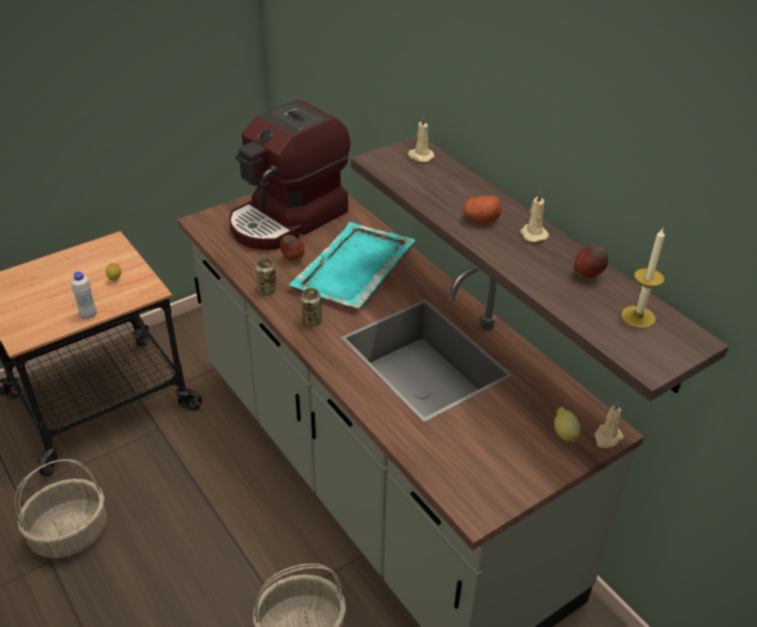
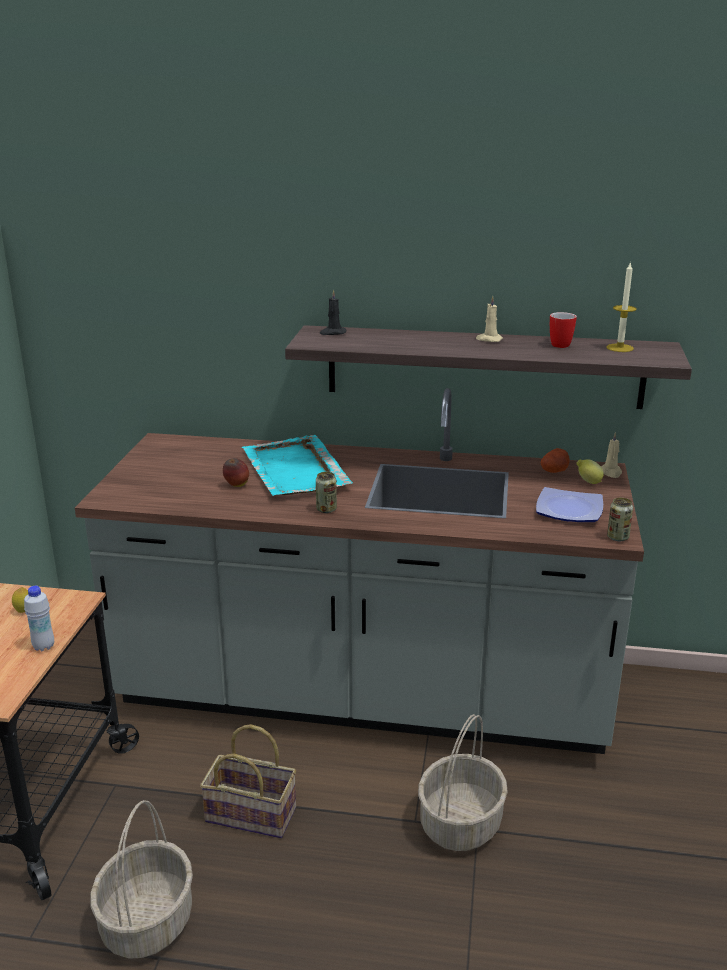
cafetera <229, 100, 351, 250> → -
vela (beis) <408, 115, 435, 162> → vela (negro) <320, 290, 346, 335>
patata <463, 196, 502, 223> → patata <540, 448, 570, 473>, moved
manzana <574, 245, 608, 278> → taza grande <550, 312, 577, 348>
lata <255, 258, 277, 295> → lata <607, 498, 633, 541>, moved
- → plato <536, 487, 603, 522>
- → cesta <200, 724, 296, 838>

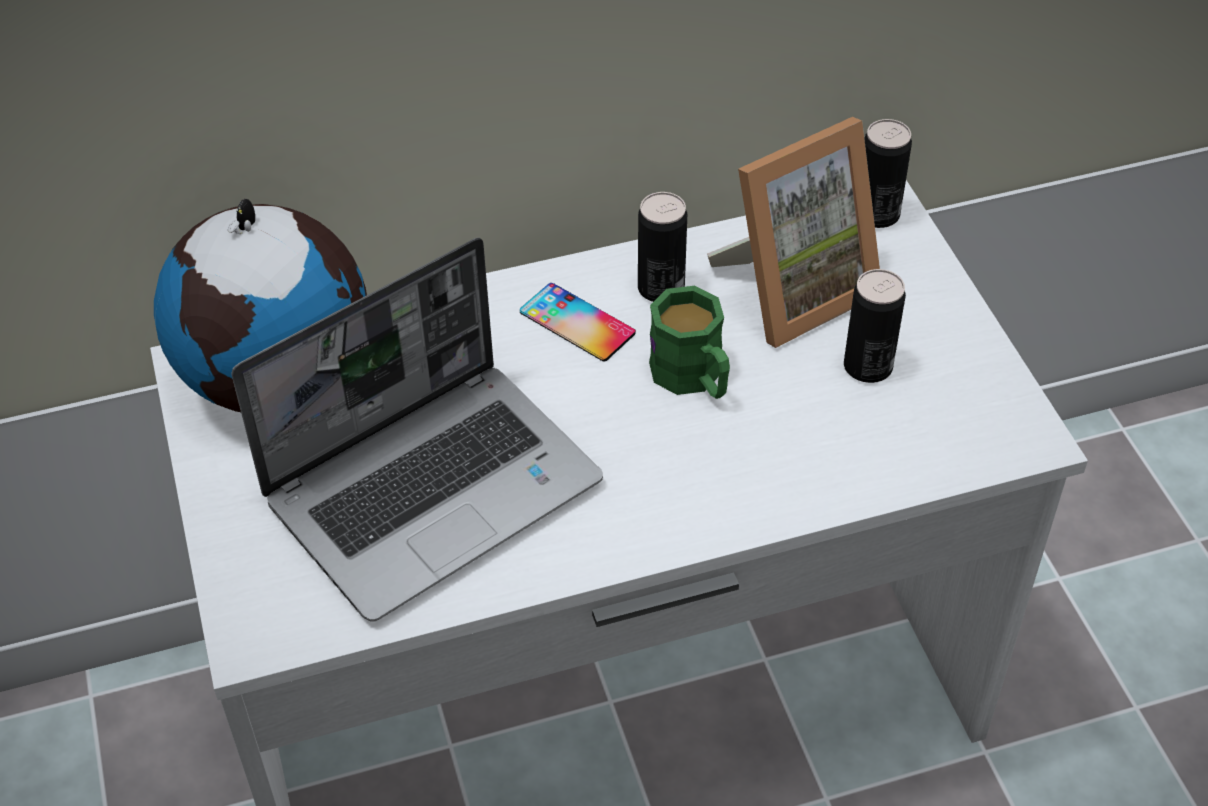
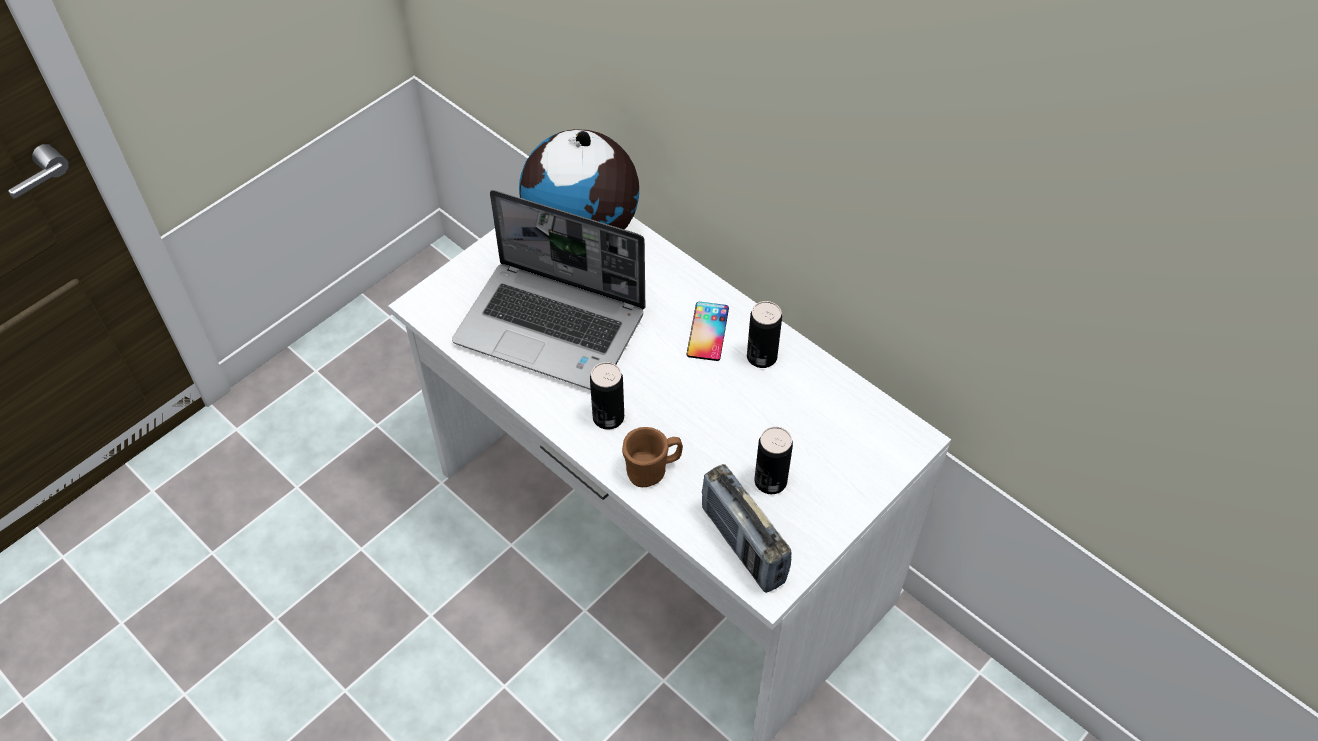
portarretratos <707, 117, 880, 348> → -
lata <864, 119, 912, 228> → lata <590, 362, 624, 430>, moved
taza grande (verde) <649, 286, 730, 399> → -
- → taza grande (marrón) <622, 427, 683, 487>
- → radio <702, 464, 791, 593>

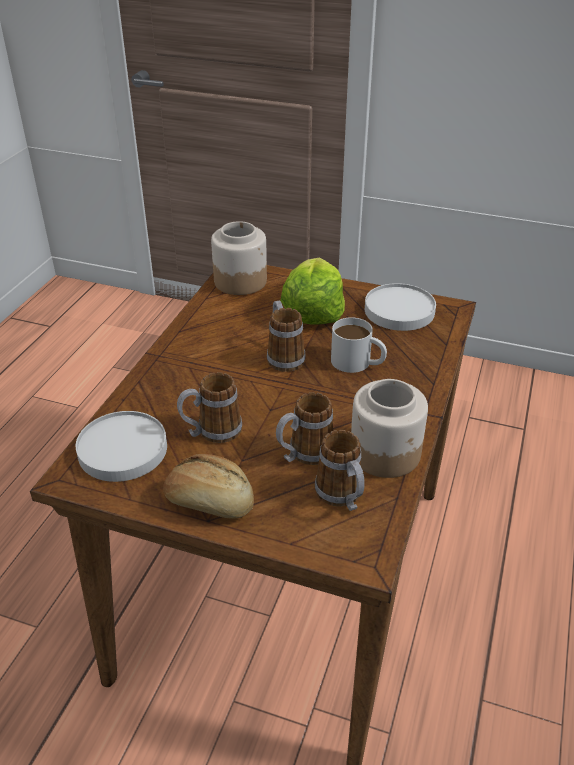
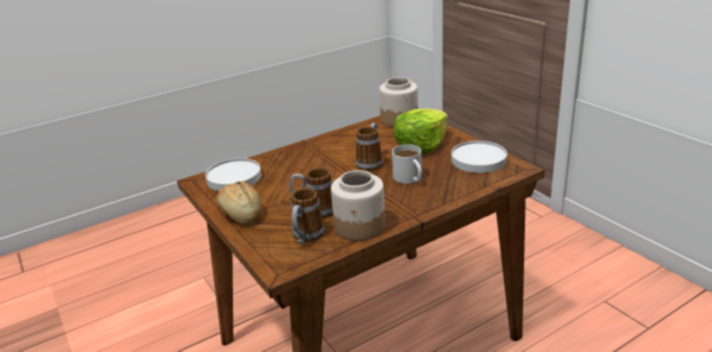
taza grande <177, 372, 242, 443> → -

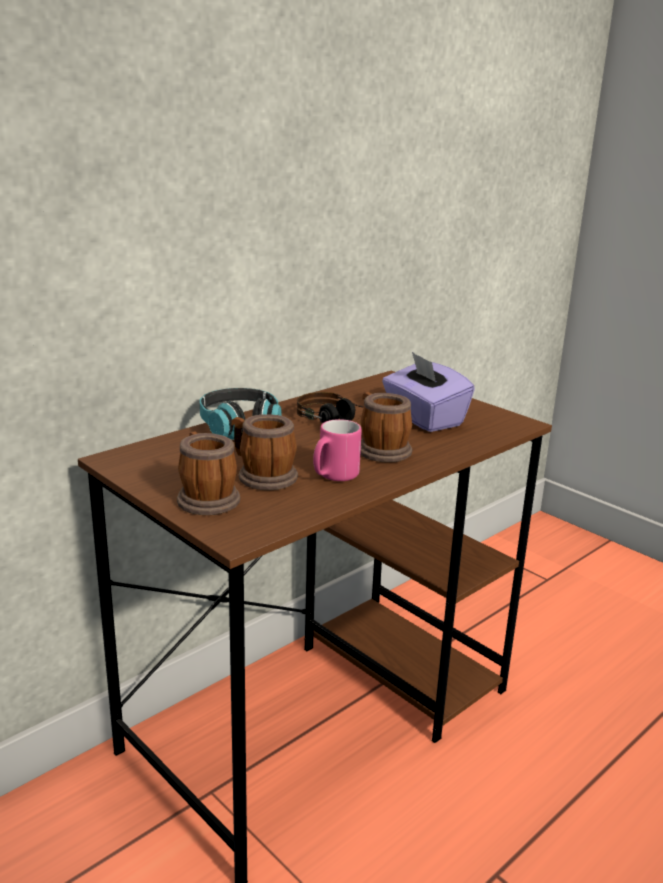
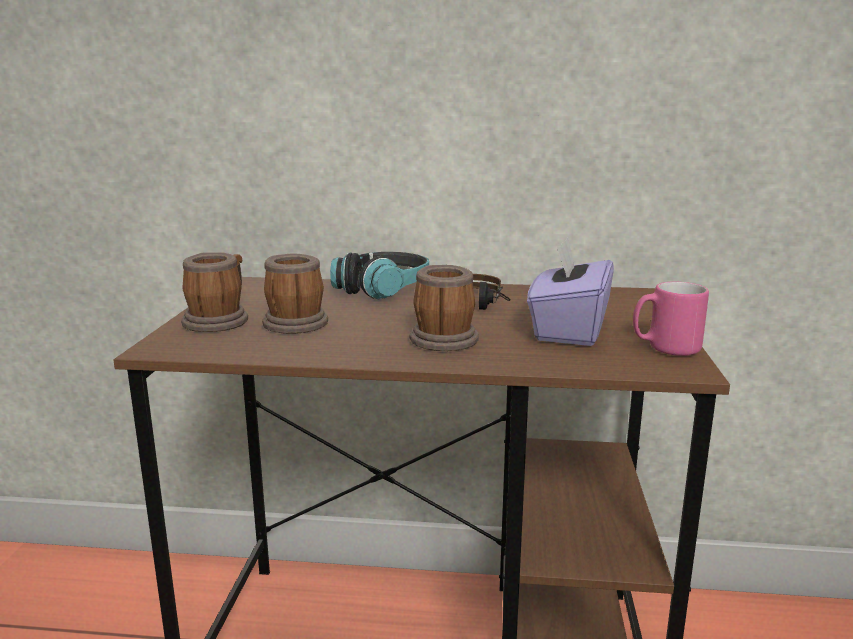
taza grande (rosa) <313, 419, 362, 481> → taza grande (rosa) <633, 282, 709, 356>, moved

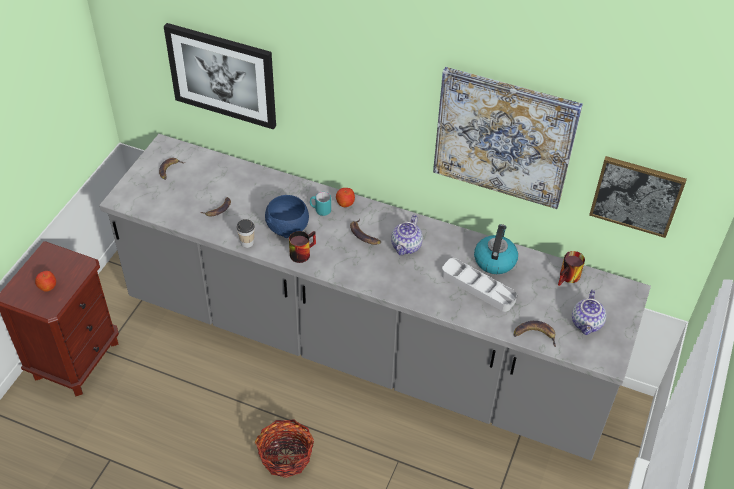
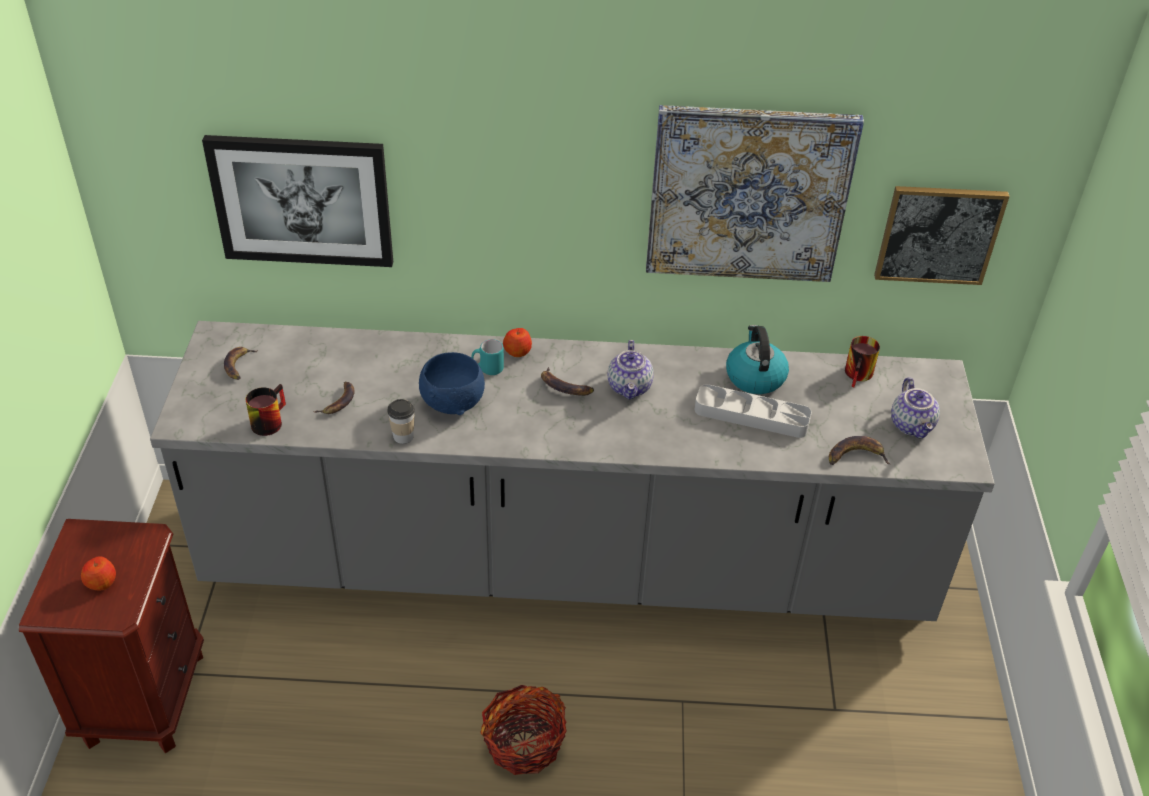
taza grande <289, 231, 316, 263> → taza grande <246, 384, 286, 436>, moved

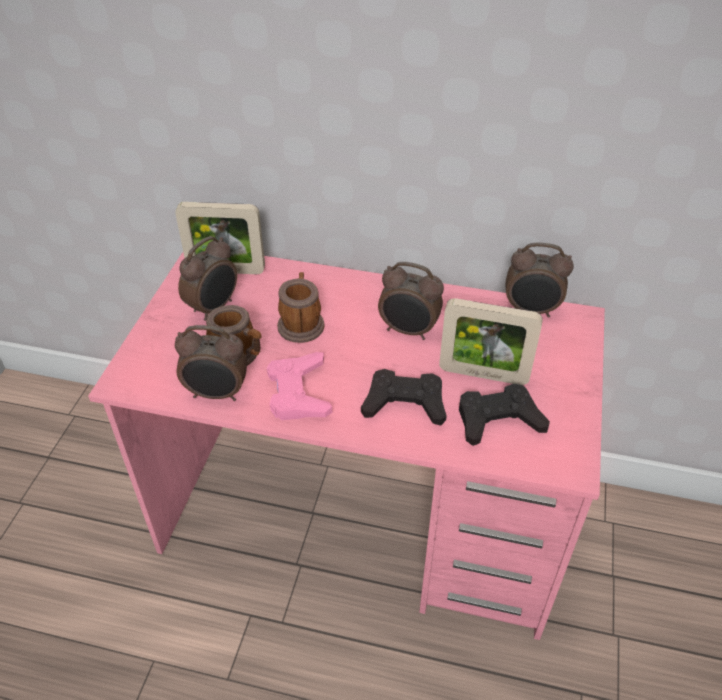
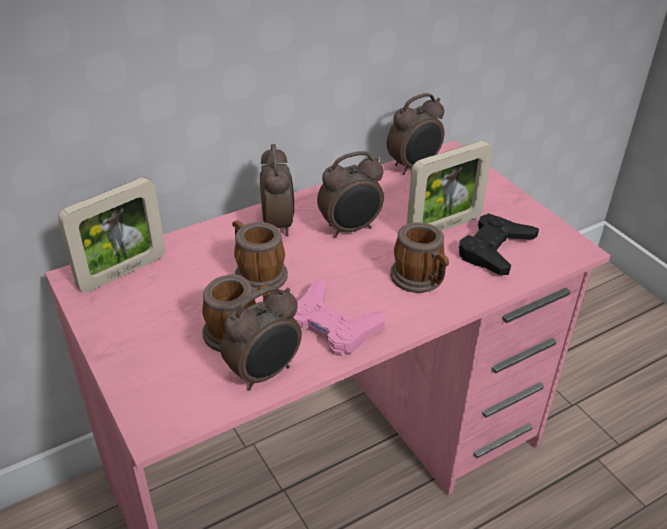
despertador <178, 236, 237, 321> → despertador <260, 144, 294, 236>, moved
mando de consola (negro) <361, 369, 447, 426> → taza grande <390, 222, 449, 293>

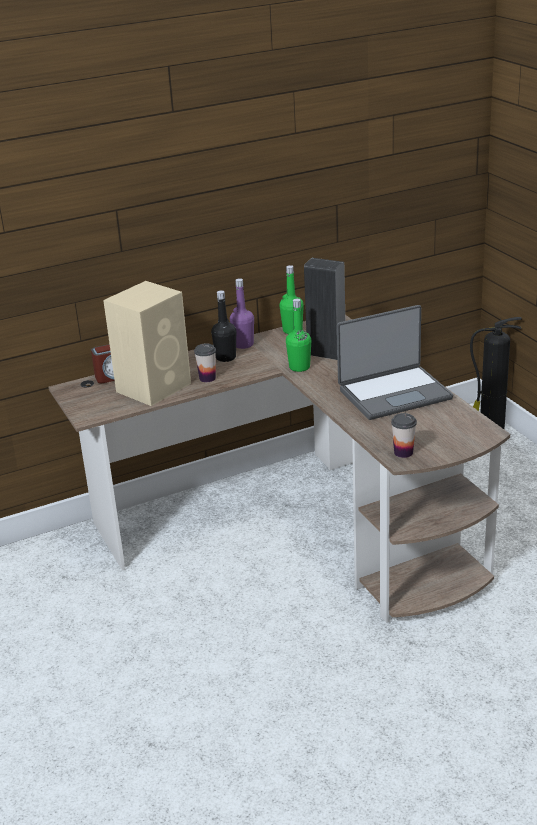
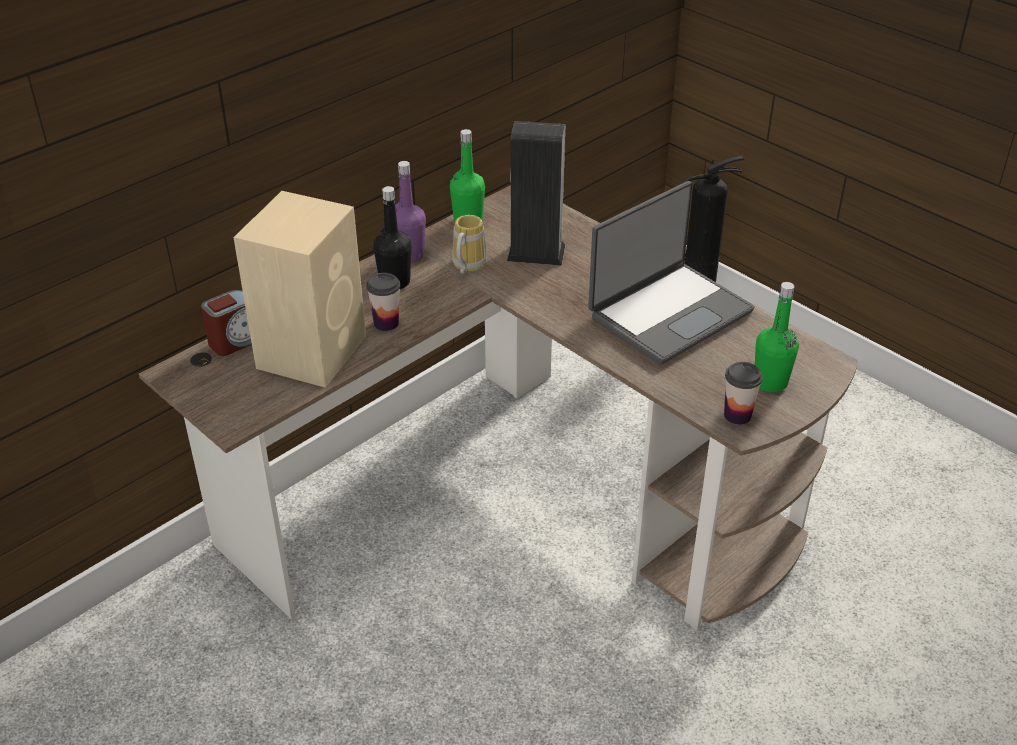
botella (verde) <286, 299, 311, 372> → botella (verde) <755, 282, 799, 392>, moved
- → taza grande <452, 215, 487, 274>

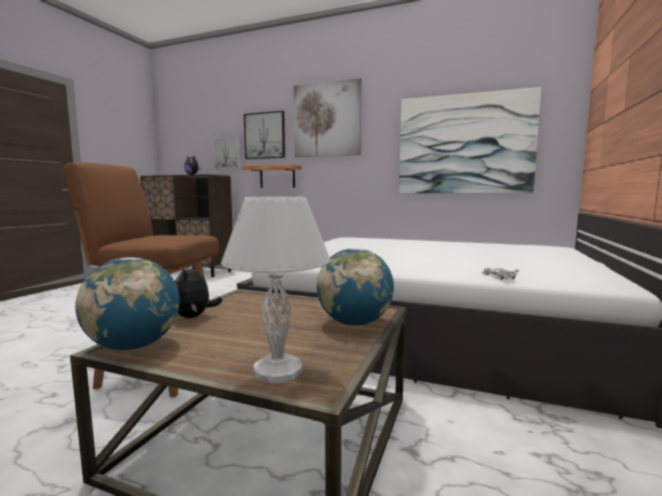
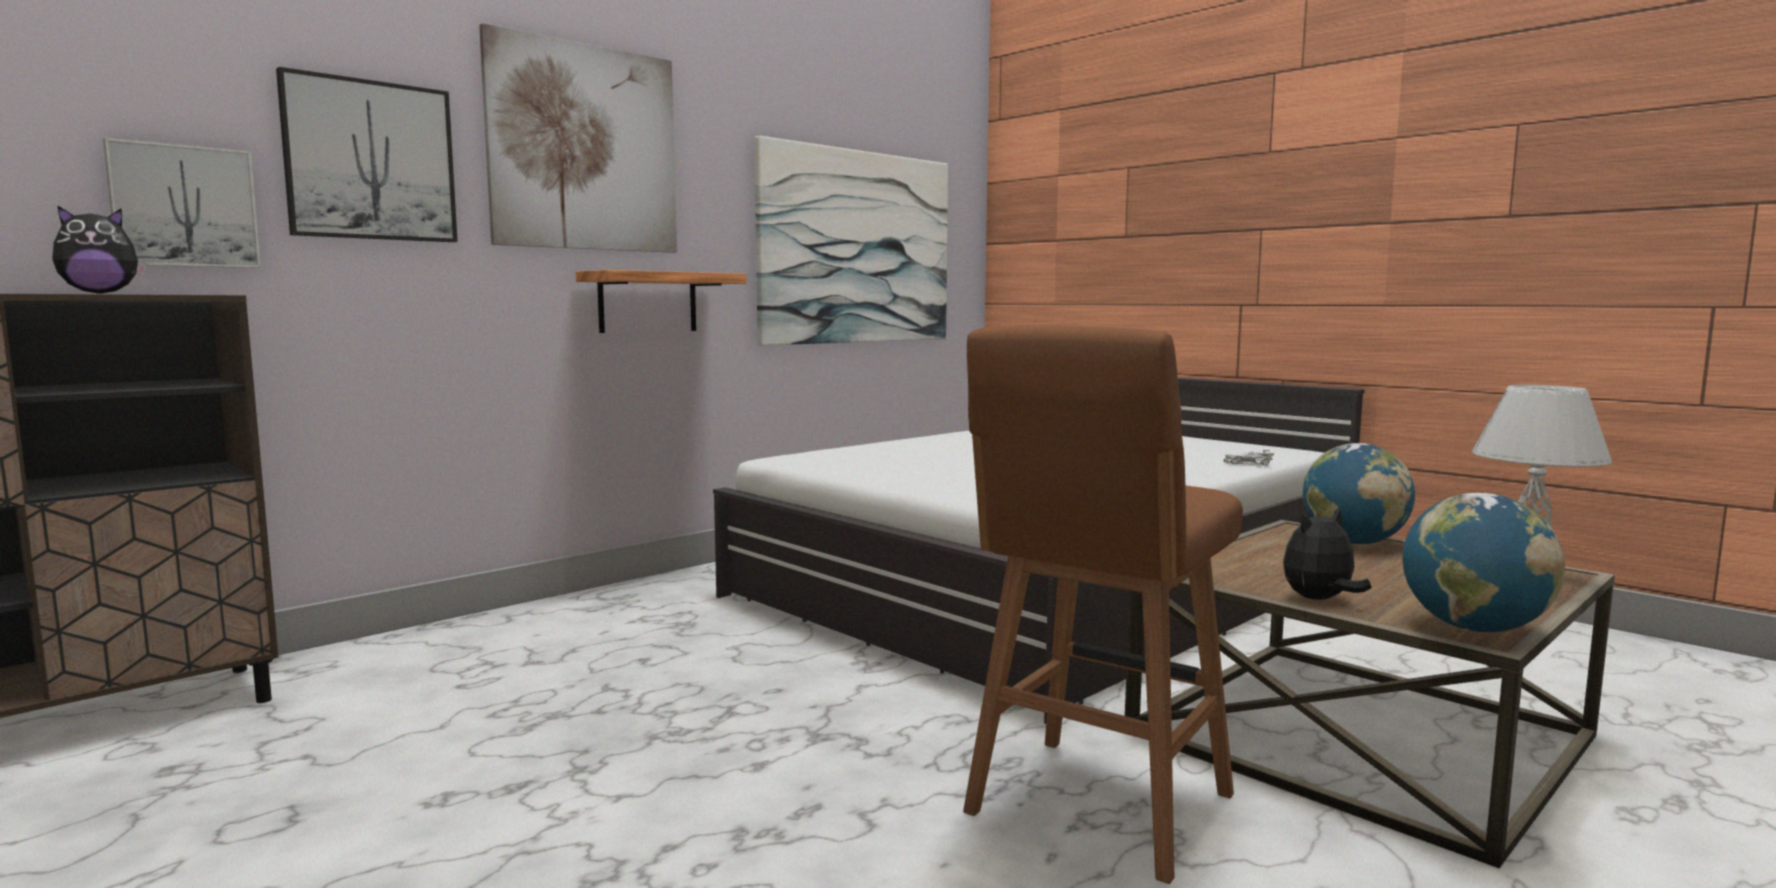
estante <241, 164, 302, 188> → estante <576, 270, 747, 333>, moved
peluche <175, 262, 222, 318> → peluche <1283, 508, 1372, 600>, 135 degrees clockwise

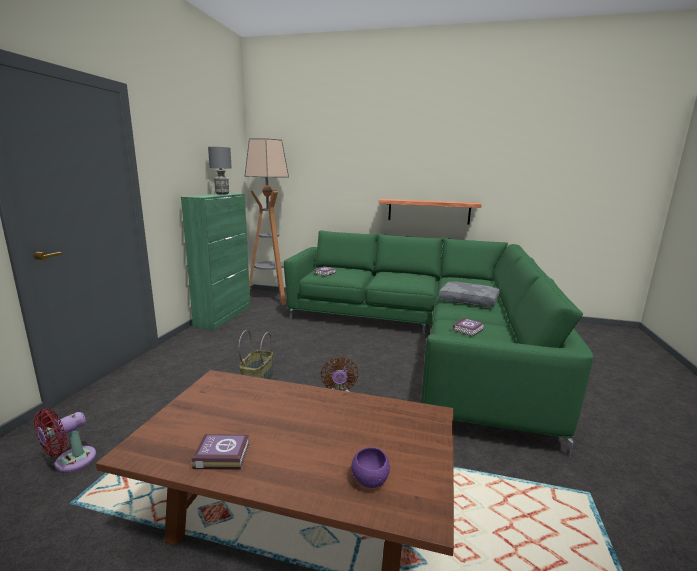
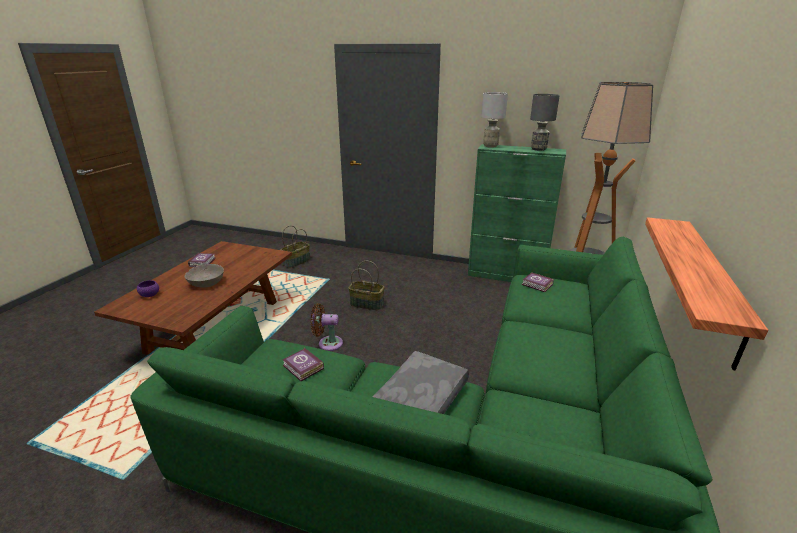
ventilador (rojo) <34, 408, 96, 472> → cesta <281, 225, 310, 268>
- → lámpara de mesa (gris) <481, 92, 508, 148>
- → cuenco (gris) <184, 264, 224, 288>

